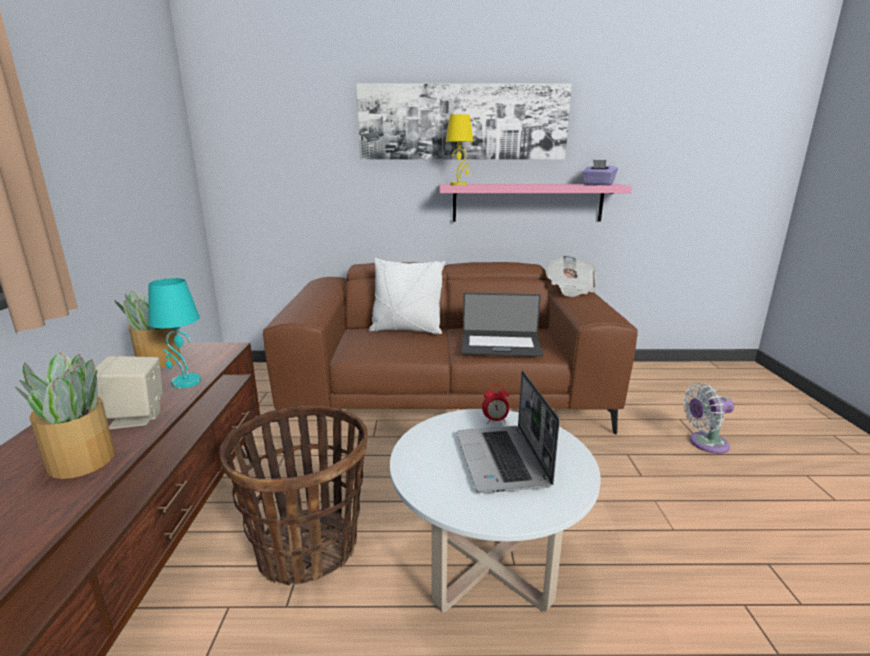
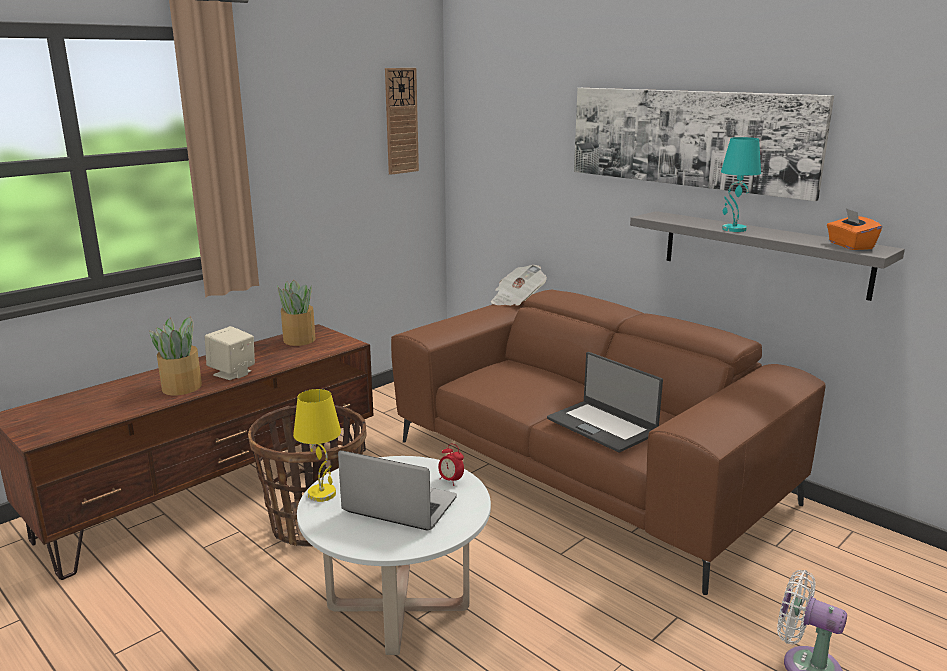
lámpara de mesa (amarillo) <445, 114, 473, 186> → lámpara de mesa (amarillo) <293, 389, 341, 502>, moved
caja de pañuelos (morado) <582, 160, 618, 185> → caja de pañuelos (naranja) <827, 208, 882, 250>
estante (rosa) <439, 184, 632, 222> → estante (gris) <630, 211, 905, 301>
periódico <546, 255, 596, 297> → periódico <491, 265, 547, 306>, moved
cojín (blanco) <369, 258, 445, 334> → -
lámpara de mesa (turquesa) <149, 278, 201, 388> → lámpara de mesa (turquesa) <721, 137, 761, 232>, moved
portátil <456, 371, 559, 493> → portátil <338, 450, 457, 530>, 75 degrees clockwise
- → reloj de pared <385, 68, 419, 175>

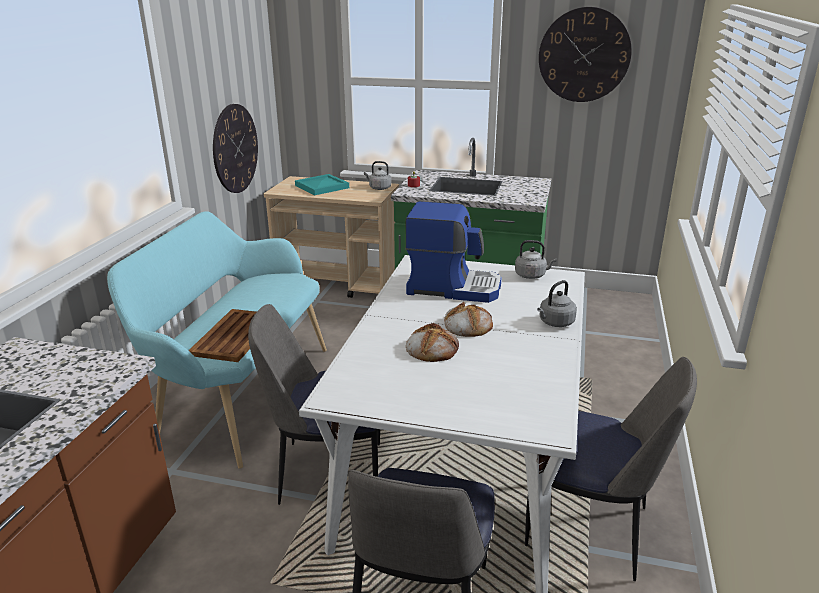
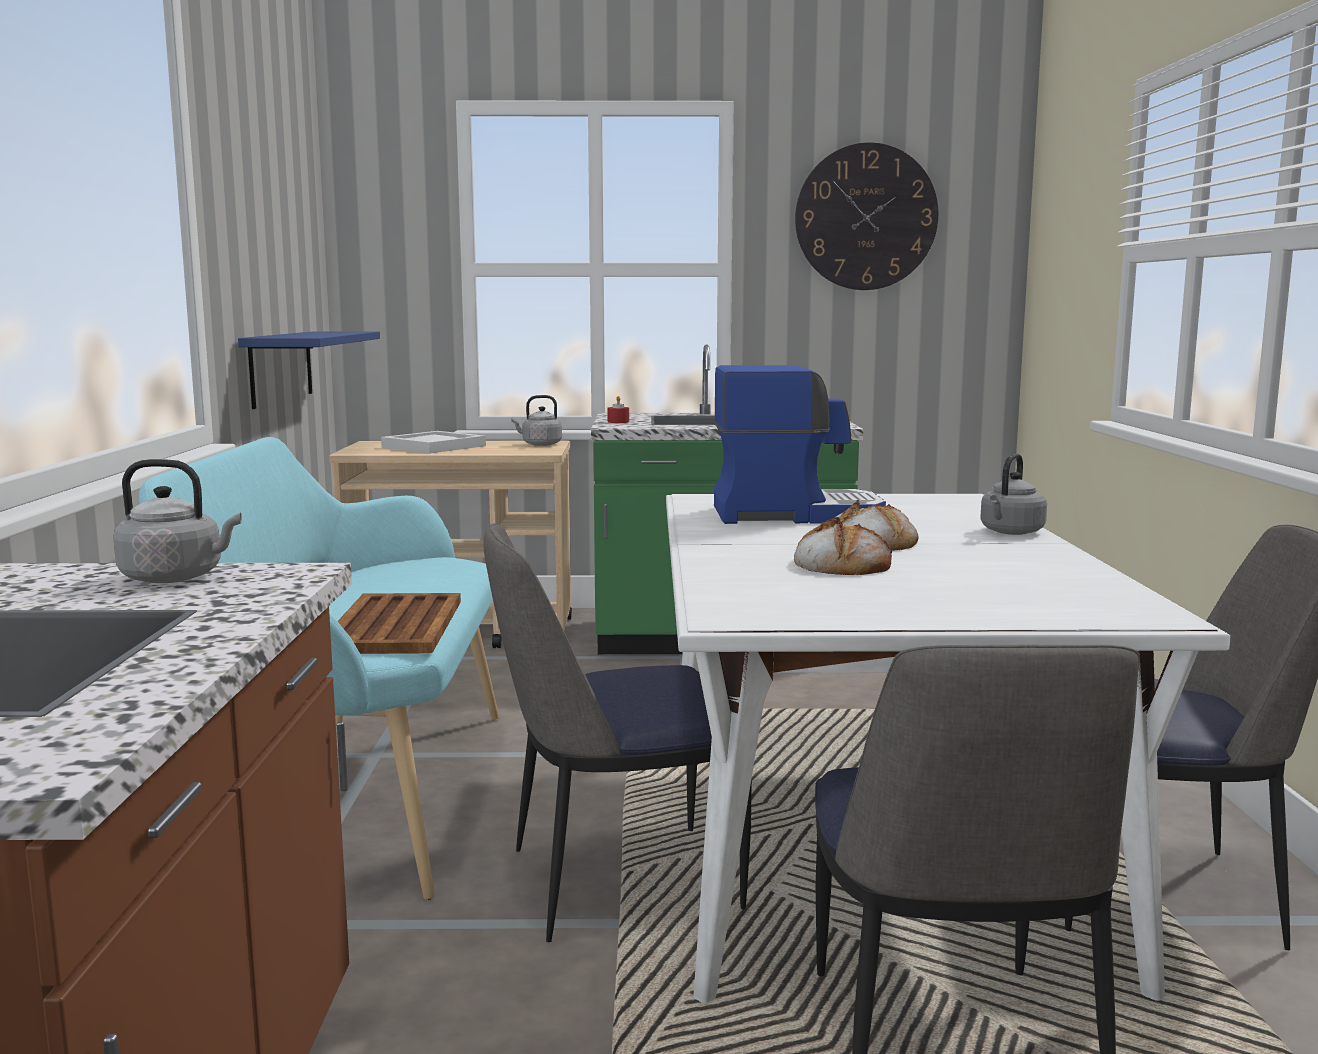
reloj de pared <213, 104, 258, 193> → estante (azul) <238, 331, 380, 409>
bandeja (turquesa) <295, 174, 349, 195> → bandeja (blanco) <381, 431, 486, 453>
hervidor (gris) <515, 240, 556, 279> → hervidor (gris) <113, 459, 241, 583>, moved

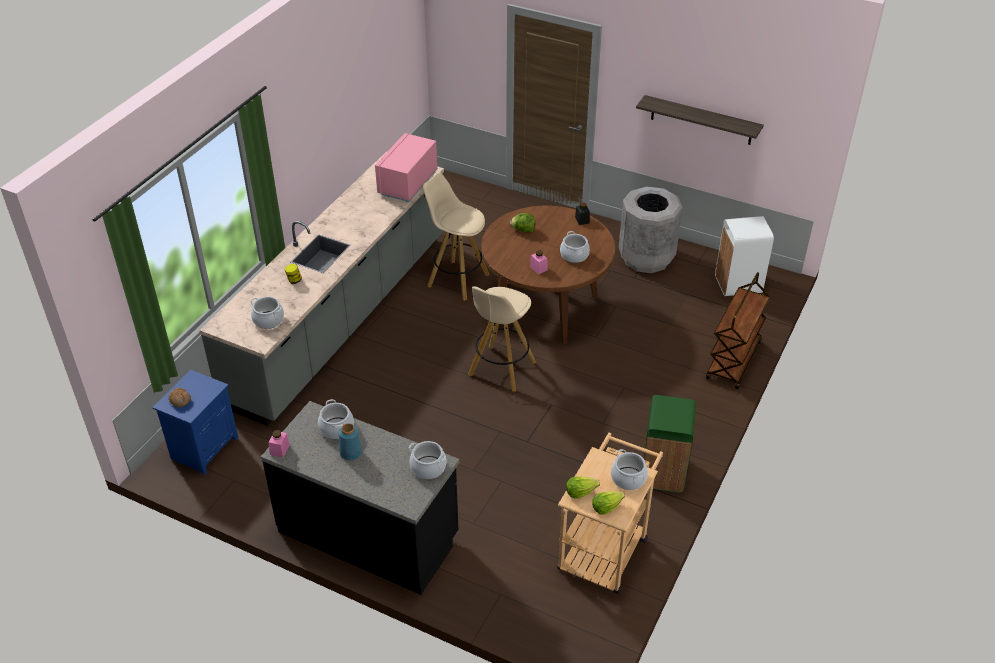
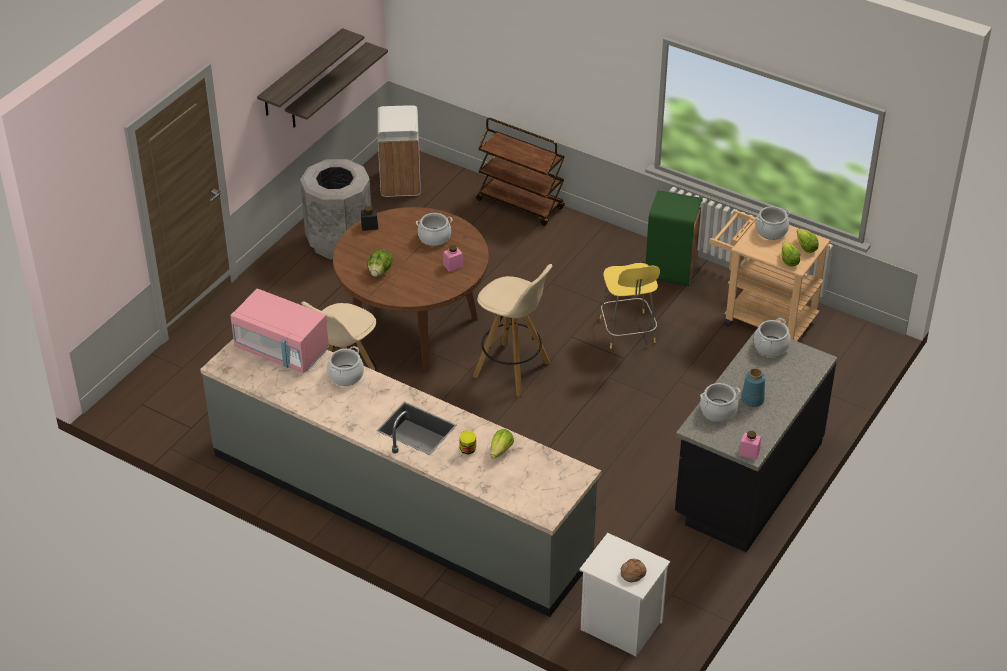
olla <250, 297, 284, 329> → olla <327, 346, 364, 386>, moved
mesita de noche (azul) <152, 370, 238, 475> → mesita de noche (blanco) <579, 533, 670, 657>
- → estante <285, 42, 388, 127>
- → taburete (amarillo) <600, 263, 660, 349>
- → lechuga <491, 429, 514, 459>

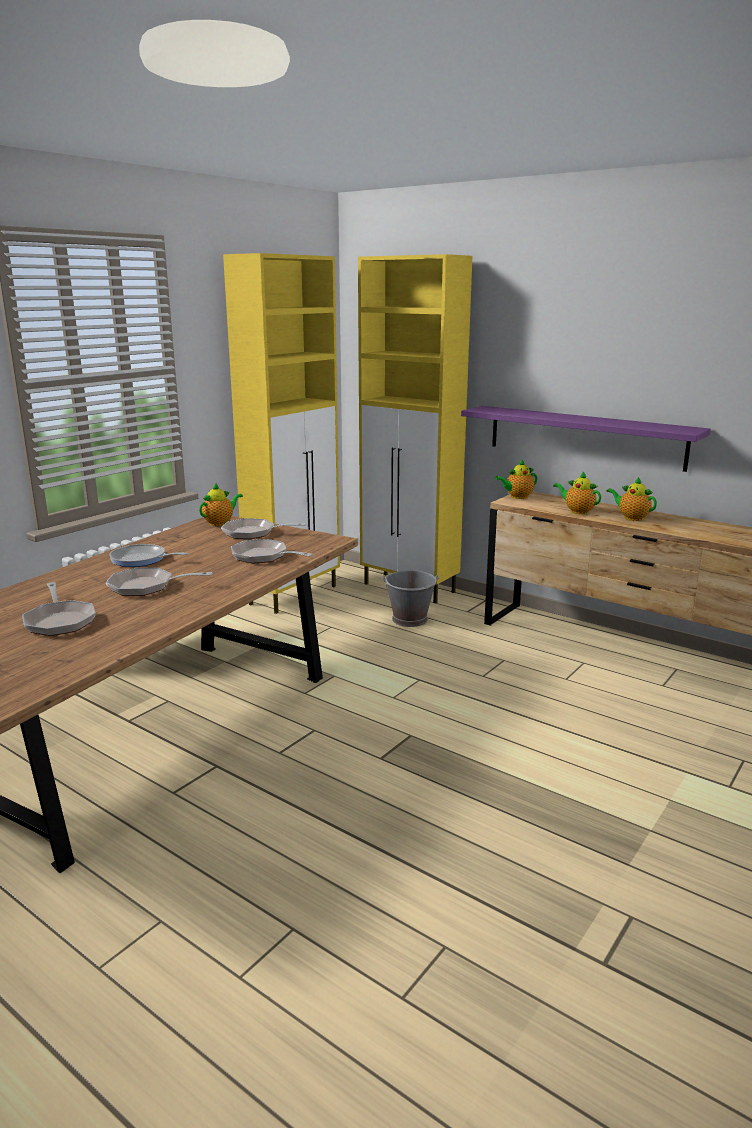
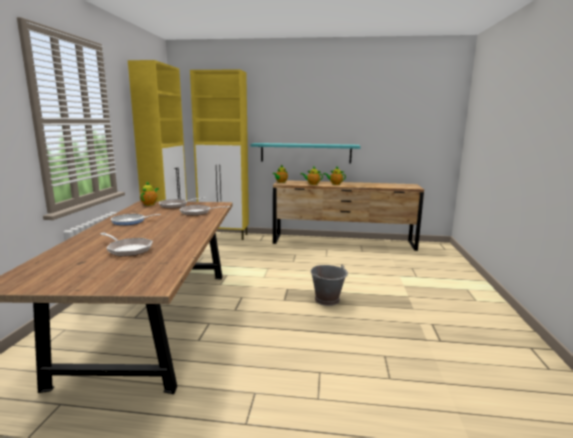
estante (morado) <461, 406, 711, 472> → estante (turquesa) <251, 143, 360, 164>
sartén <106, 568, 212, 596> → -
cubo (gris) <382, 570, 440, 627> → cubo (gris) <311, 264, 348, 306>, moved

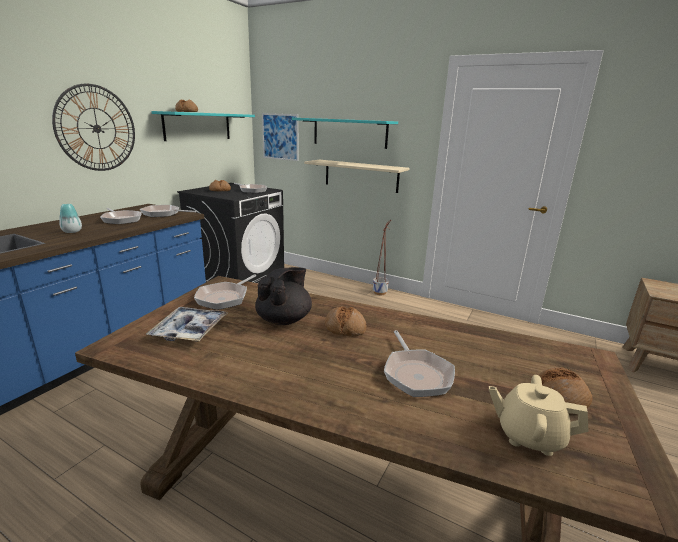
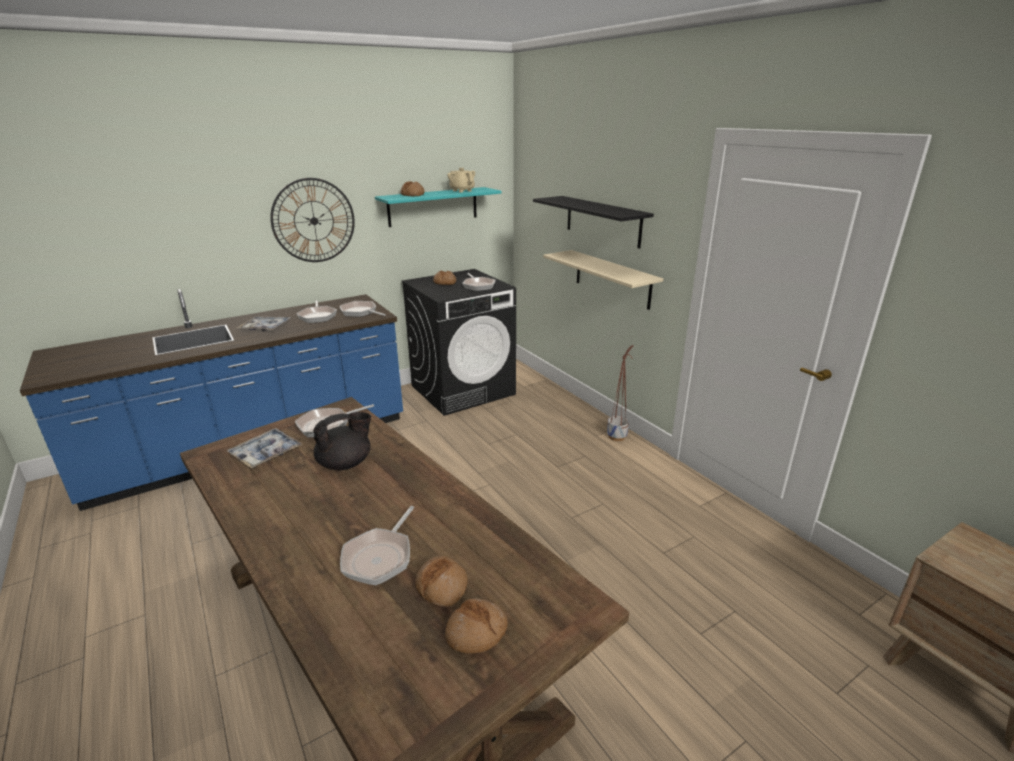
cuadro <262, 113, 298, 161> → -
estante (turquesa) <292, 118, 398, 149> → estante (negro) <533, 196, 654, 249>
florero <59, 204, 82, 233> → bandeja <237, 317, 291, 331>
pan <325, 306, 367, 337> → pan <415, 556, 468, 607>, moved
tetera (beis) <489, 375, 589, 456> → tetera (beis) <447, 168, 475, 192>, moved

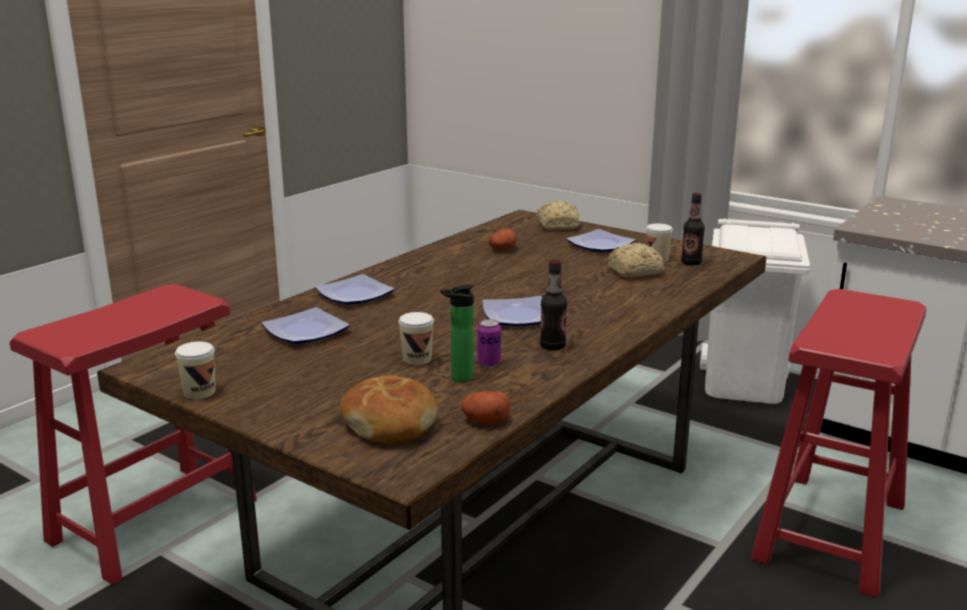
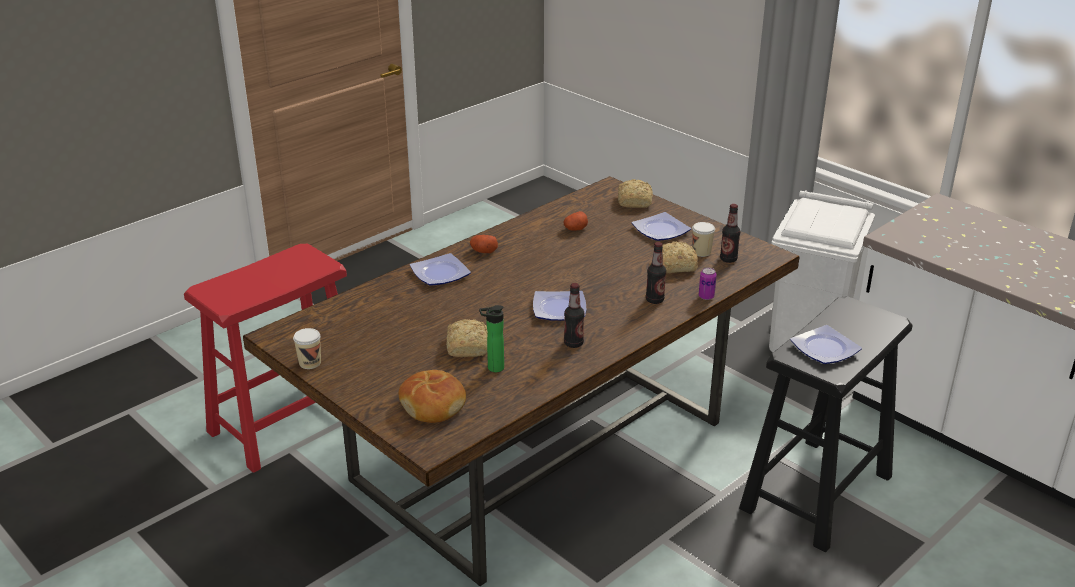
taburete (rojo) <751, 289, 926, 598> → taburete (negro) <739, 296, 913, 552>
plato <261, 307, 350, 344> → plato <790, 325, 862, 364>, moved
taza <399, 312, 434, 365> → pan <446, 319, 488, 357>
lata <478, 319, 501, 367> → lata <699, 268, 717, 300>, moved
patata <461, 391, 511, 424> → patata <470, 235, 498, 253>, moved
- → botella <646, 242, 666, 304>

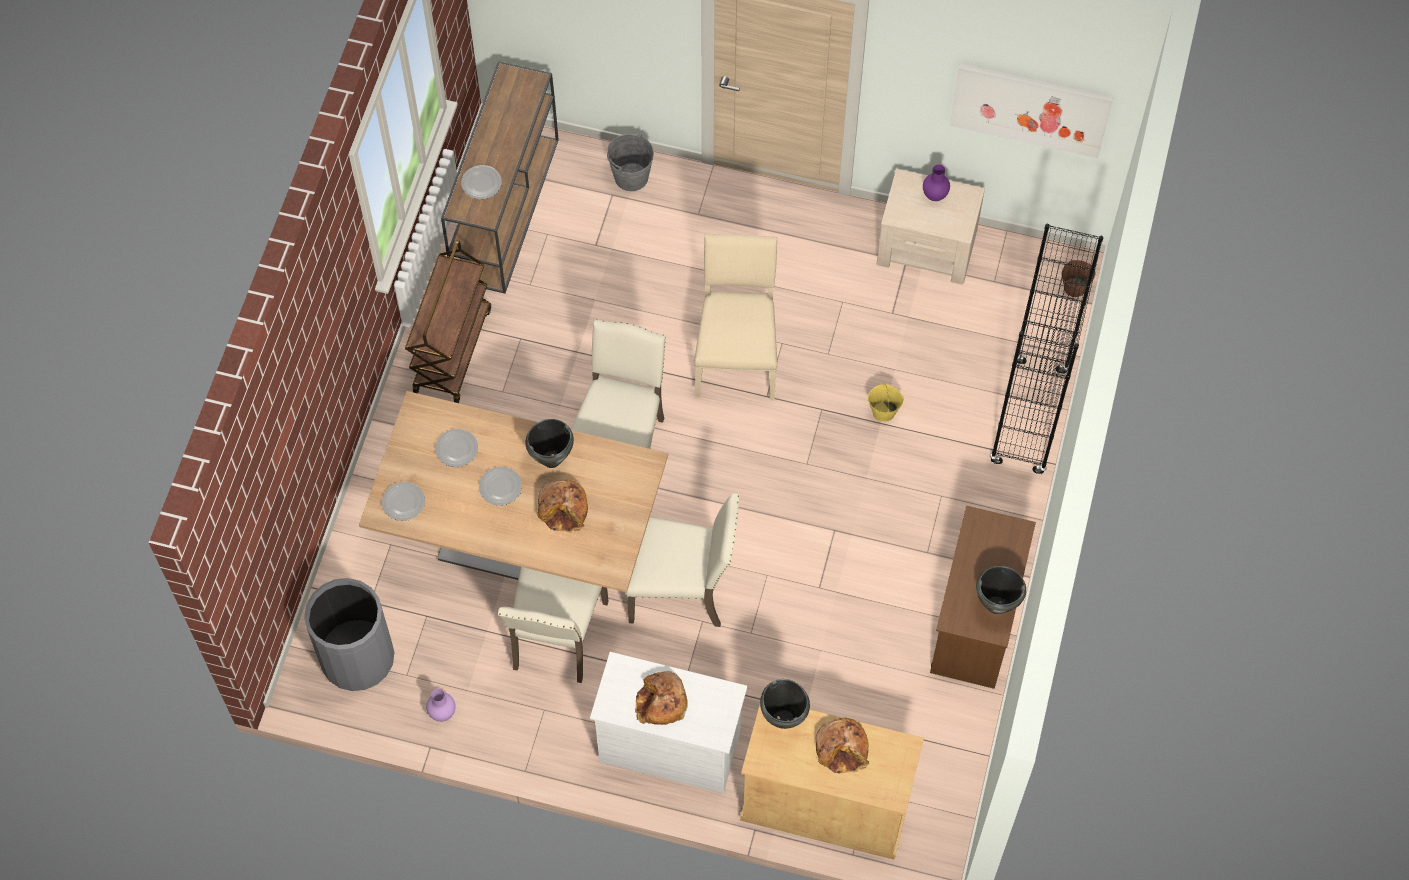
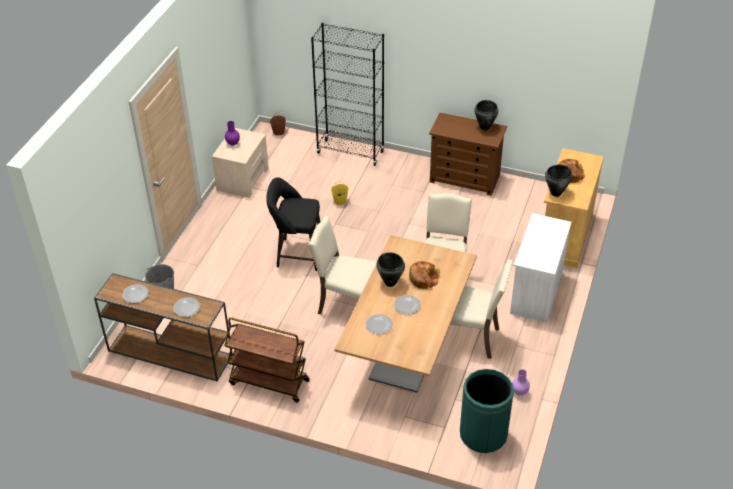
cuadro <950, 63, 1114, 158> → -
silla (beis) <694, 234, 778, 401> → taburete (negro) <266, 177, 320, 271>
plato <382, 482, 425, 521> → plato <122, 284, 149, 303>, moved
papelera (gris) <304, 578, 395, 691> → papelera (verde) <460, 369, 514, 453>
pan <635, 671, 688, 725> → -

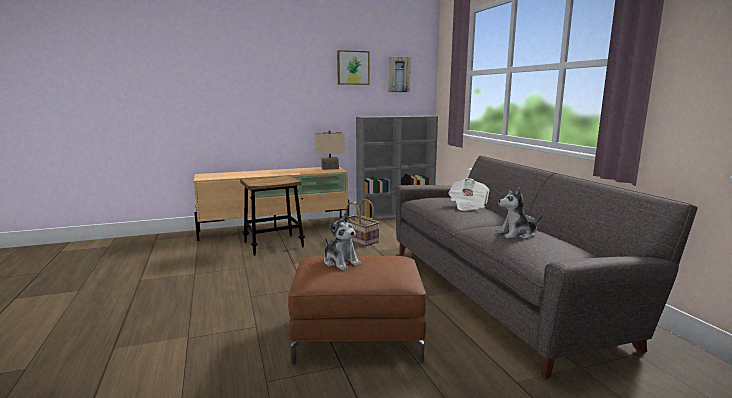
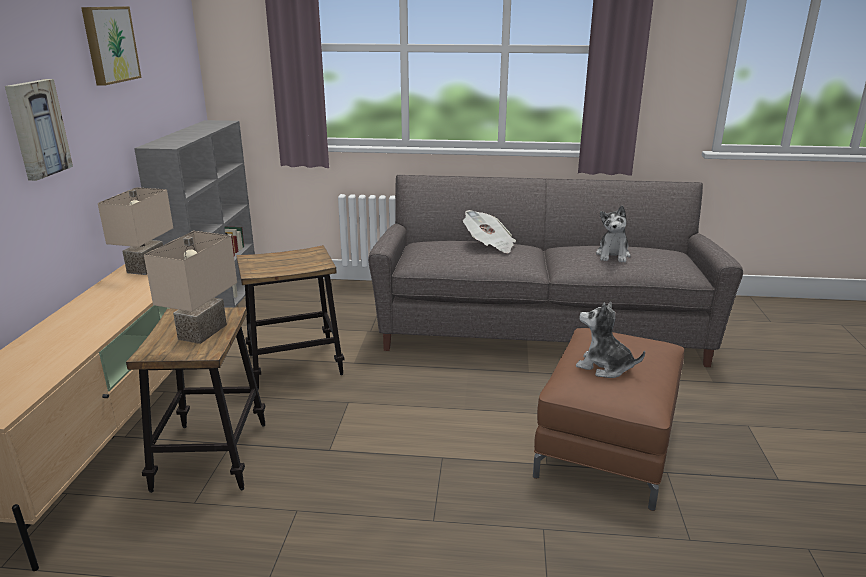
cuadro <388, 57, 411, 92> → cuadro <5, 79, 73, 181>, moved
cesta <345, 199, 380, 246> → taburete <236, 245, 345, 389>
peluche <324, 213, 361, 270> → peluche <576, 302, 645, 378>, 135 degrees counterclockwise
- → lámpara de mesa (beis) <144, 231, 237, 344>

